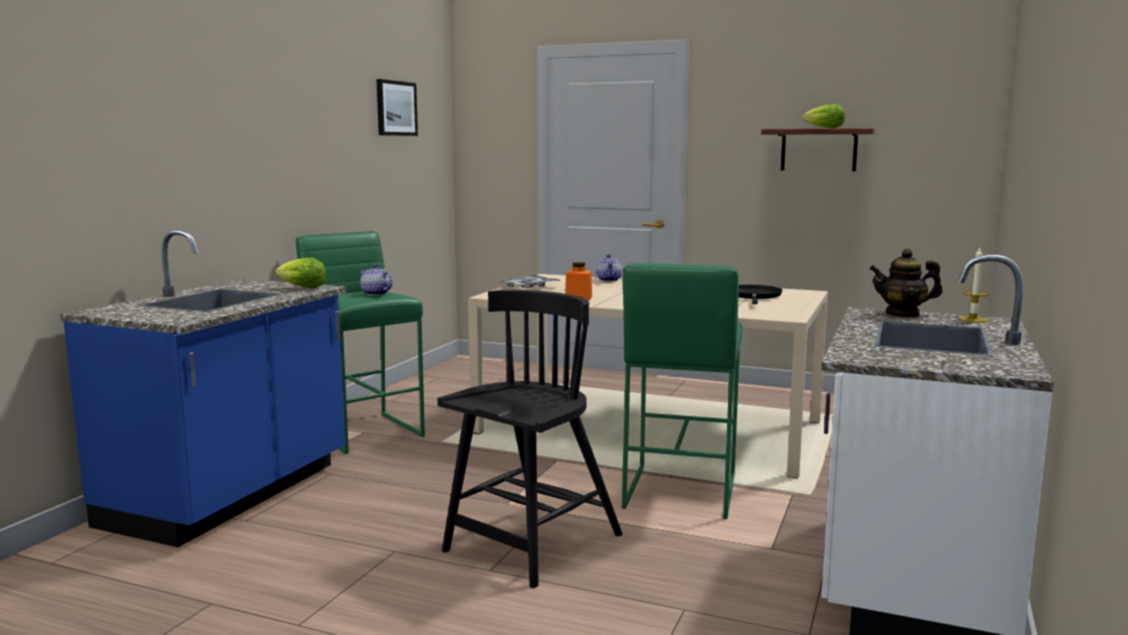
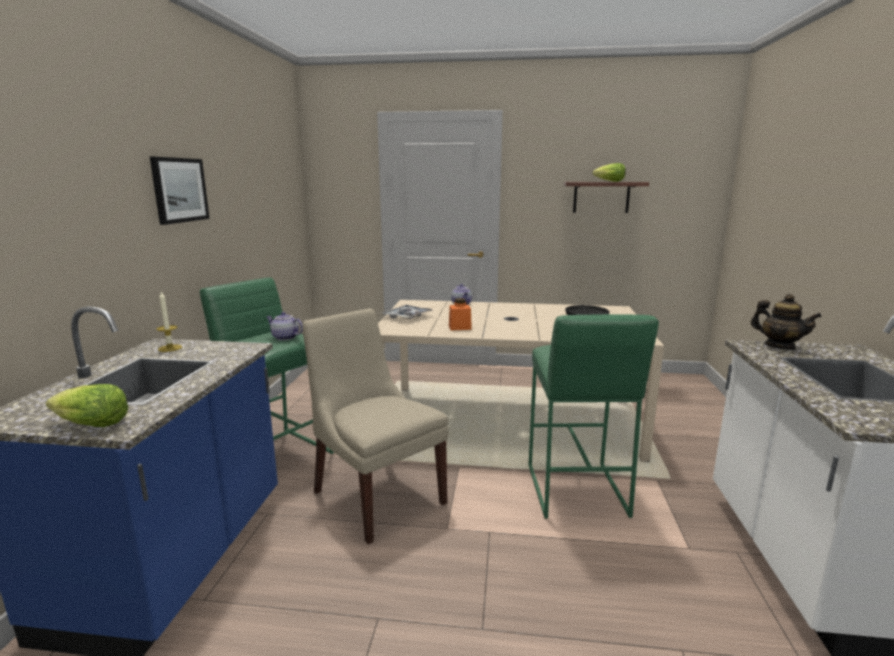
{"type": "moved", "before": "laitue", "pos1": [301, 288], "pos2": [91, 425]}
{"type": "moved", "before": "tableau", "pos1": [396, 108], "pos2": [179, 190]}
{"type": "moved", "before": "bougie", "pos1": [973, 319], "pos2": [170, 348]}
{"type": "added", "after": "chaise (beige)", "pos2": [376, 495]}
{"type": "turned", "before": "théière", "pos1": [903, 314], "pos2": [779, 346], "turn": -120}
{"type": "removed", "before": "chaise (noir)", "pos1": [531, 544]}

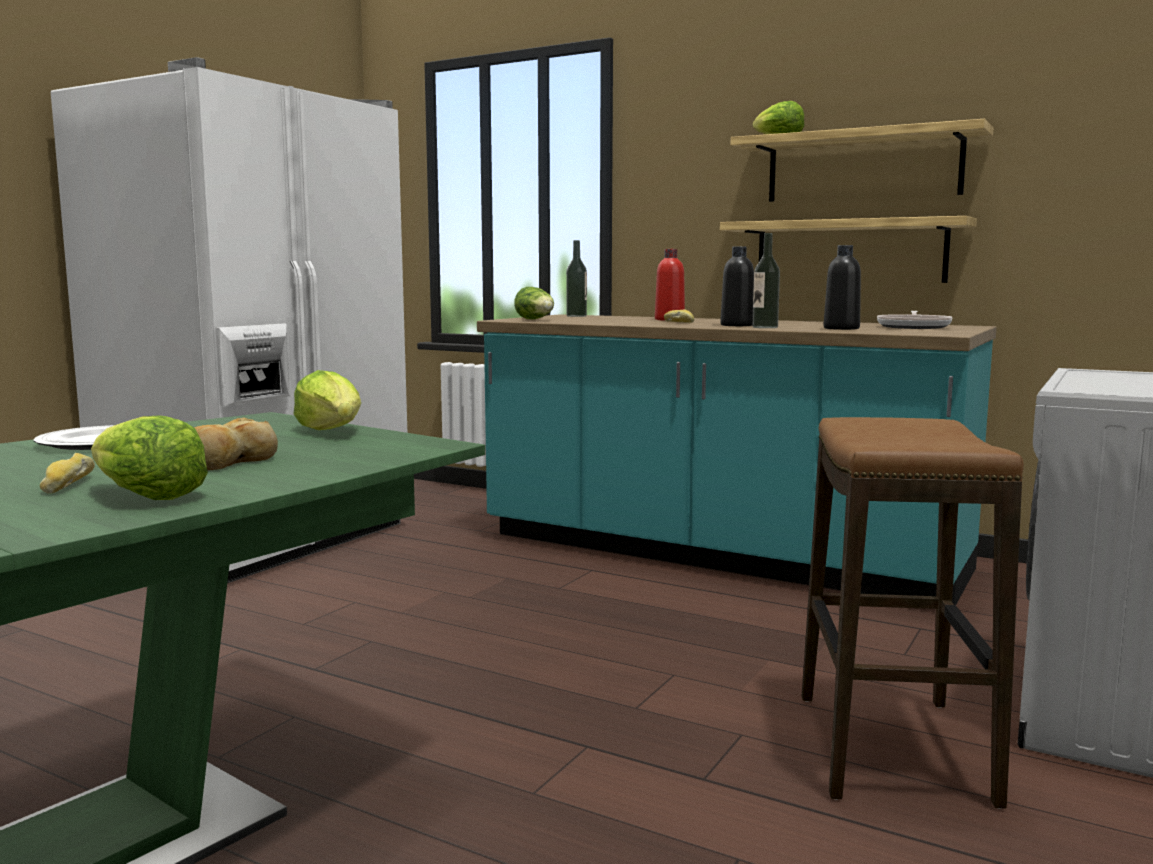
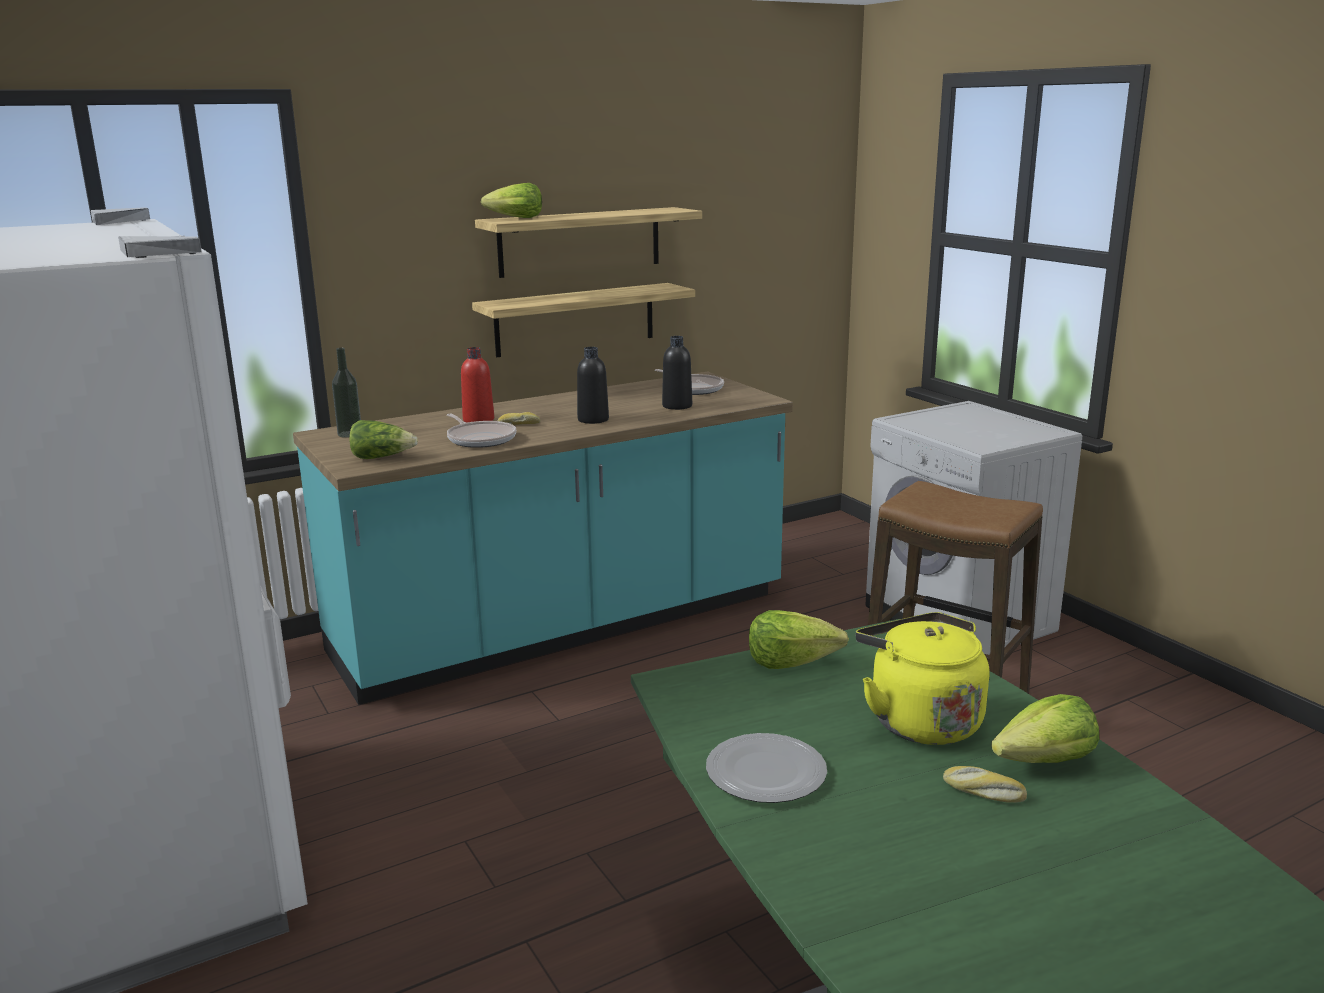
{"type": "added", "after": "poêle", "pos2": [480, 439]}
{"type": "replaced", "before": "pain", "after": "bouilloire (jaune)", "pos1": [227, 462], "pos2": [919, 720]}
{"type": "removed", "before": "bouteille", "pos1": [765, 327]}

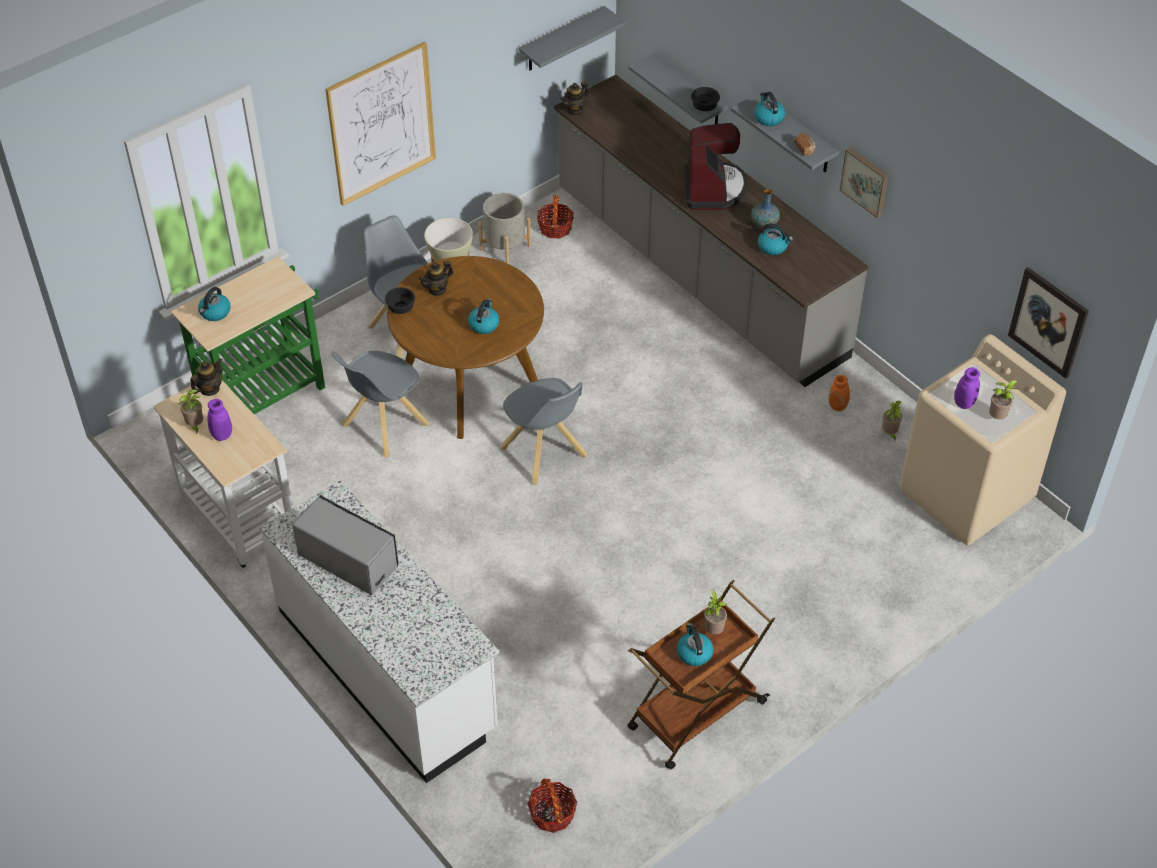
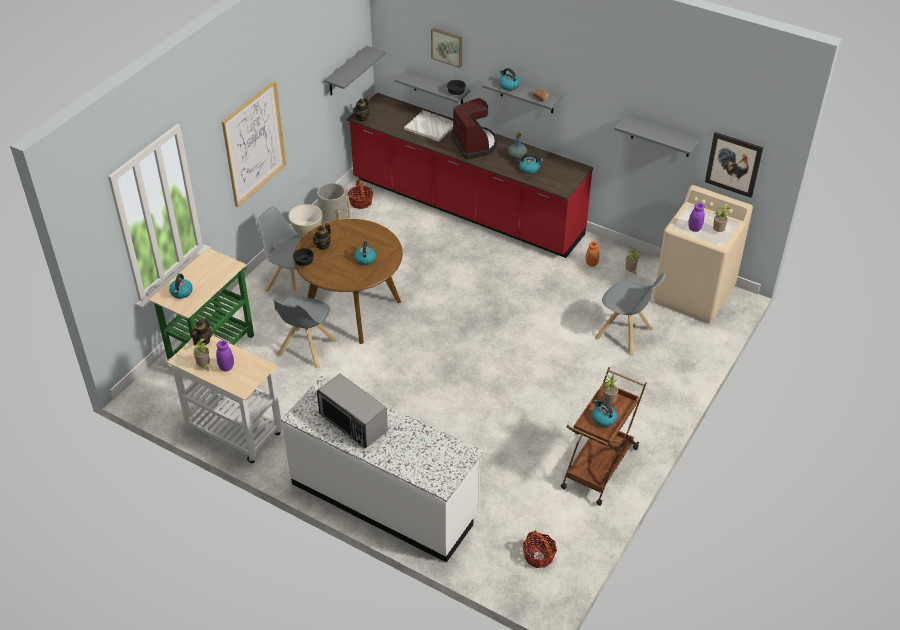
{"type": "turned", "before": "micro-ondes", "pos1": [348, 560], "pos2": [353, 423], "turn": -150}
{"type": "recoloured", "before": "comptoir de cuisine (gris)", "after": "comptoir de cuisine (rouge)", "pos1": [697, 274], "pos2": [466, 208]}
{"type": "added", "after": "plateau (blanc)", "pos2": [431, 127]}
{"type": "moved", "before": "tableau", "pos1": [866, 181], "pos2": [447, 46]}
{"type": "moved", "before": "chaise (gris)", "pos1": [544, 453], "pos2": [625, 334]}
{"type": "added", "after": "étagère (gris)", "pos2": [661, 137]}

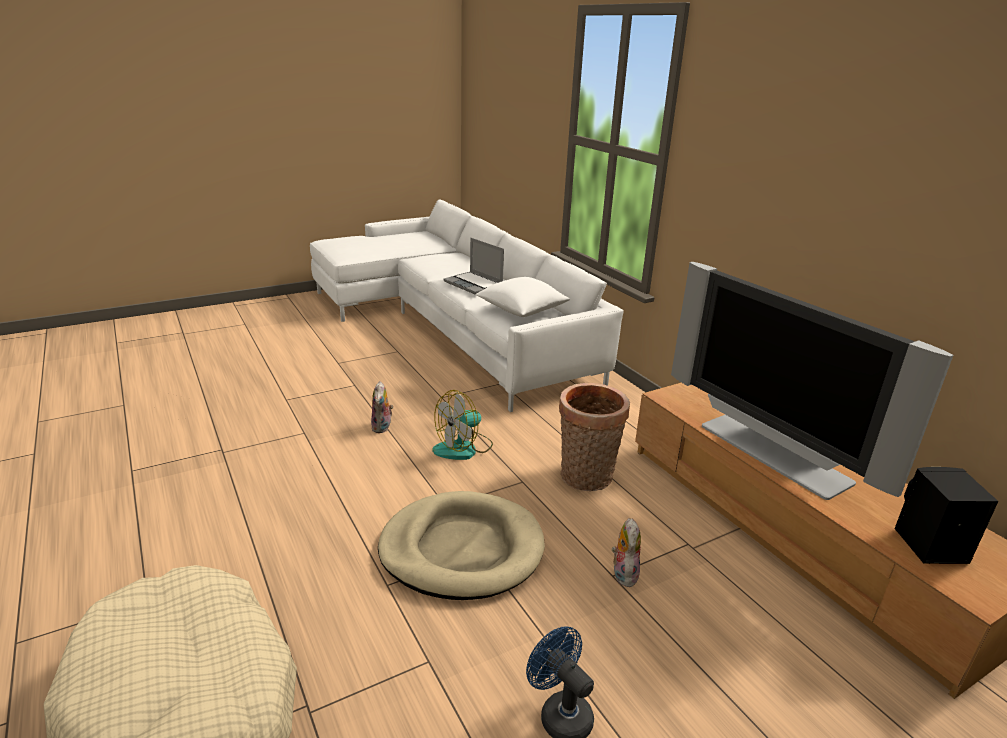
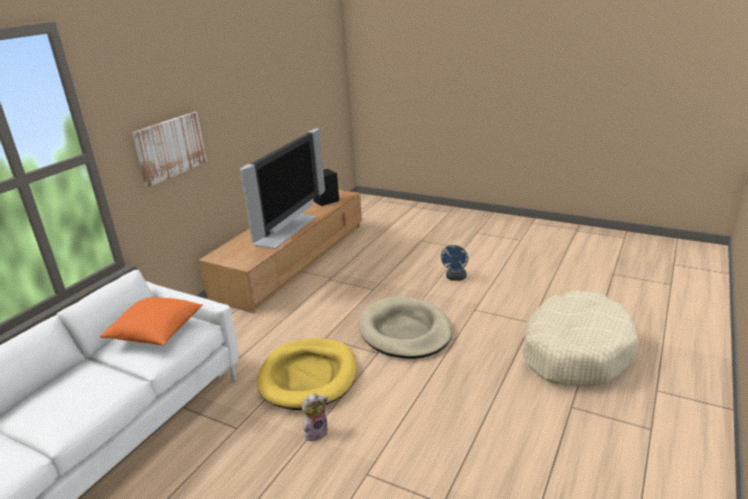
{"type": "recoloured", "before": "coussin (blanc)", "after": "coussin (orange)", "pos1": [521, 310], "pos2": [157, 333]}
{"type": "added", "after": "tableau", "pos2": [170, 147]}
{"type": "replaced", "before": "ventilateur", "after": "panier pour chien (jaune)", "pos1": [463, 448], "pos2": [308, 376]}
{"type": "removed", "before": "ordinateur portable", "pos1": [474, 284]}
{"type": "removed", "before": "panier", "pos1": [586, 479]}
{"type": "removed", "before": "peluche", "pos1": [623, 573]}

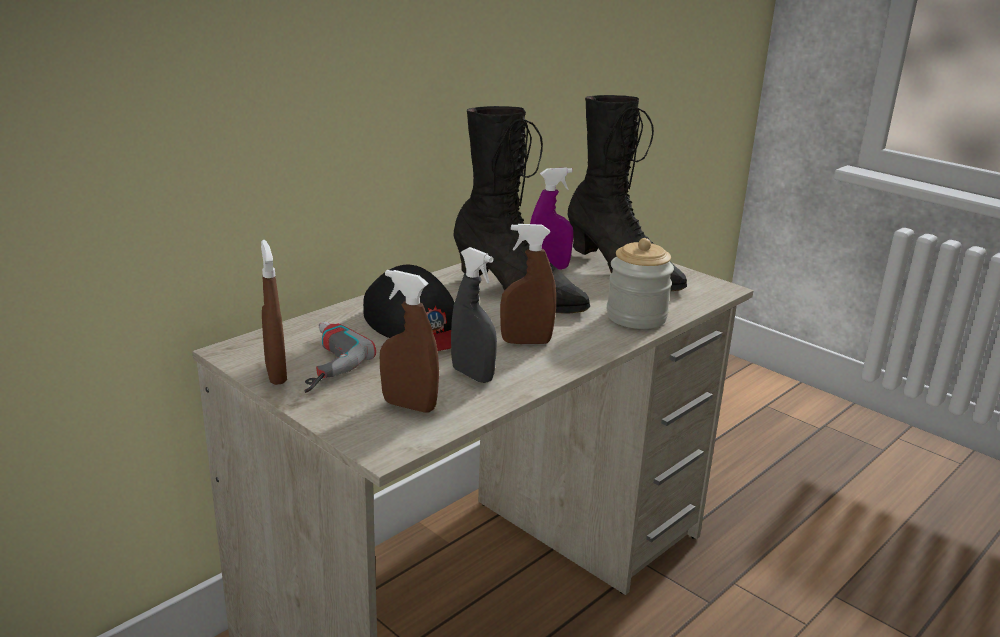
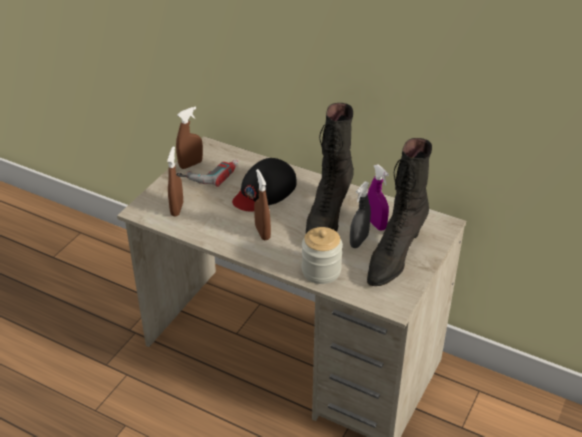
{"type": "moved", "before": "vaporisateur (gris)", "pos1": [472, 375], "pos2": [359, 241]}

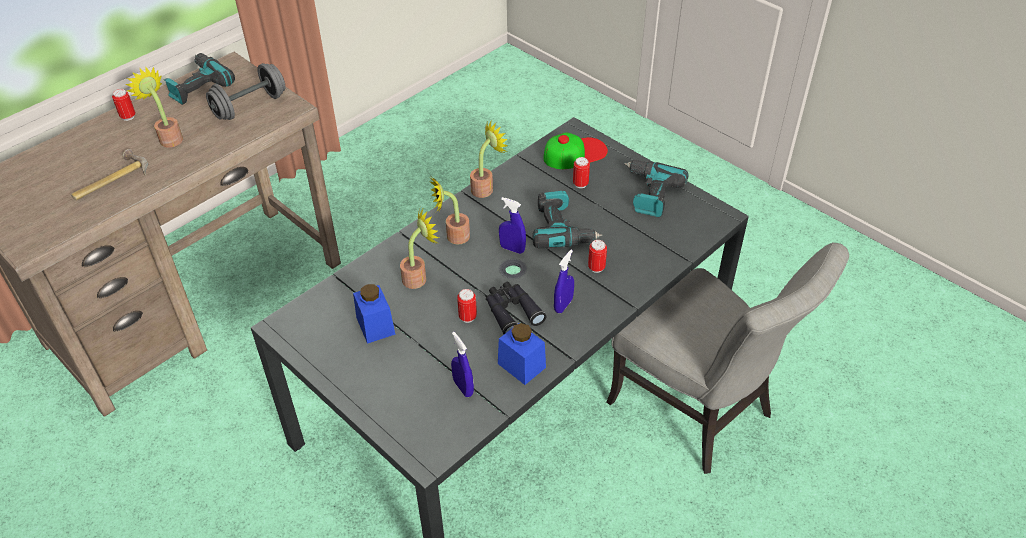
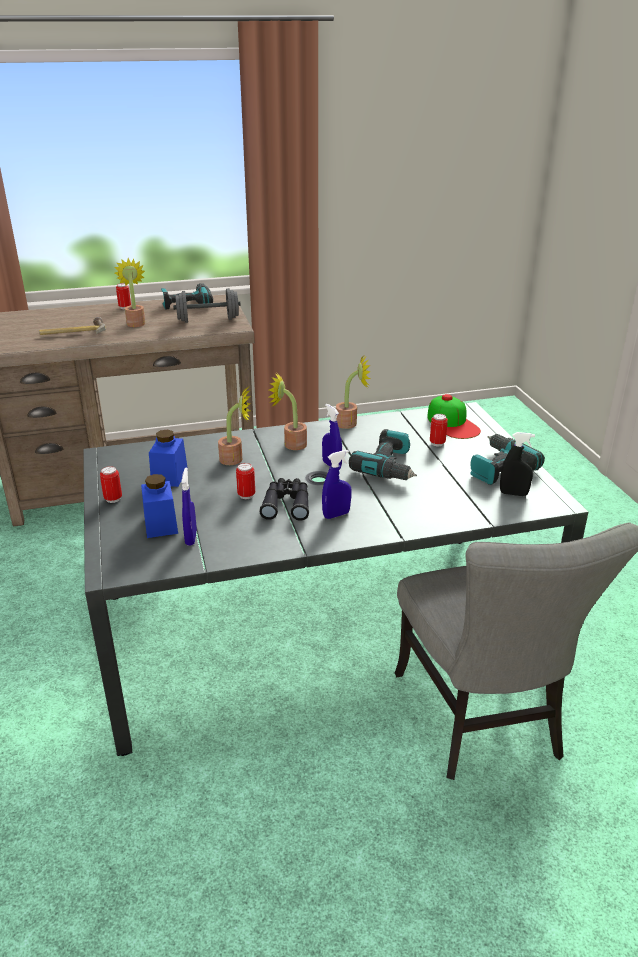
{"type": "moved", "before": "boîte métallique", "pos1": [596, 267], "pos2": [113, 499]}
{"type": "moved", "before": "bocal (bleu)", "pos1": [521, 365], "pos2": [161, 525]}
{"type": "turned", "before": "casquette", "pos1": [575, 153], "pos2": [452, 423], "turn": 60}
{"type": "added", "after": "vaporisateur (noir)", "pos2": [513, 493]}

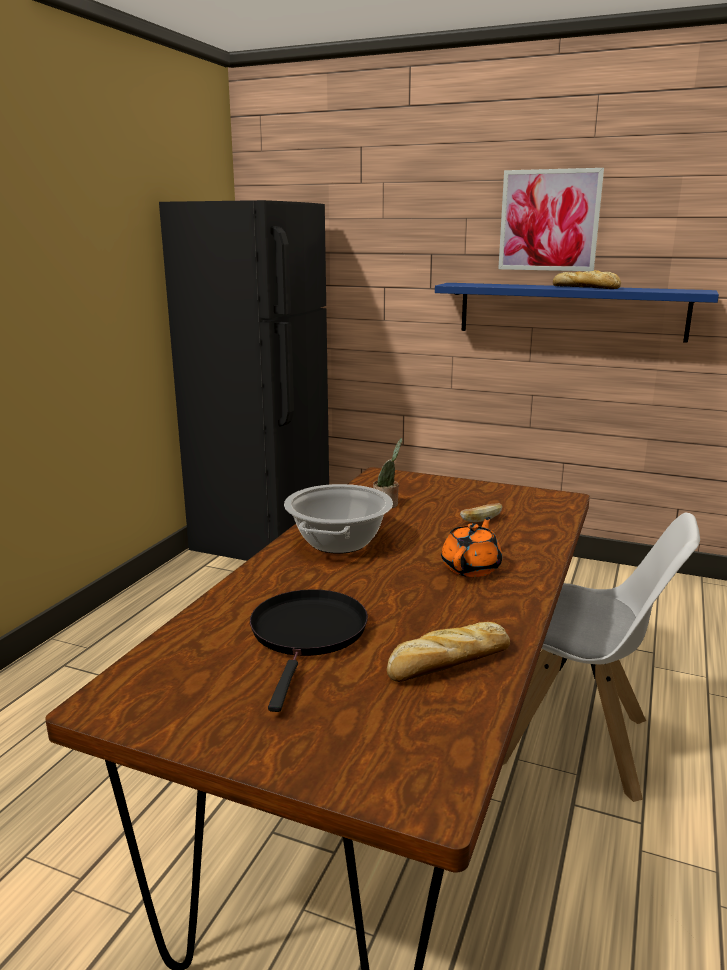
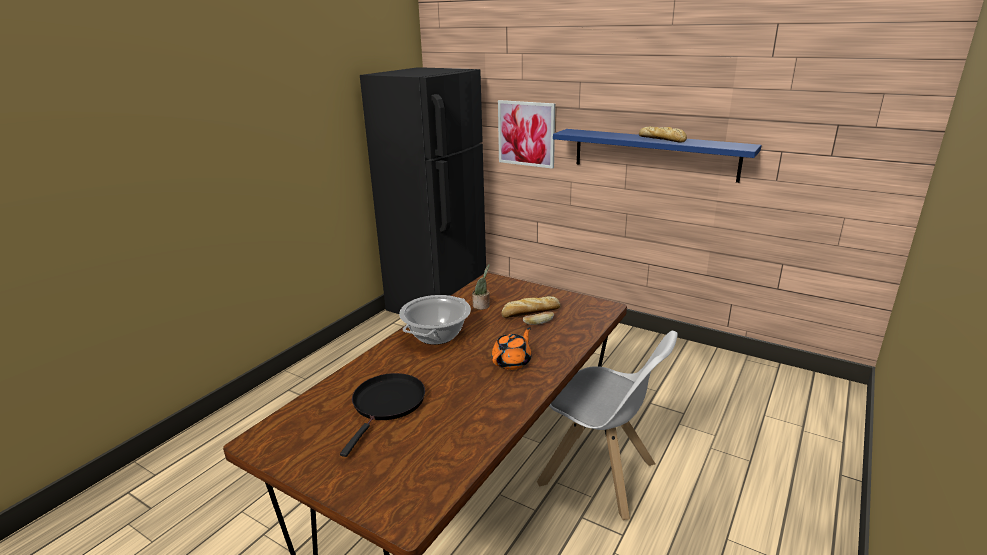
{"type": "moved", "before": "tableau", "pos1": [549, 220], "pos2": [526, 133]}
{"type": "moved", "before": "pain", "pos1": [447, 663], "pos2": [530, 312]}

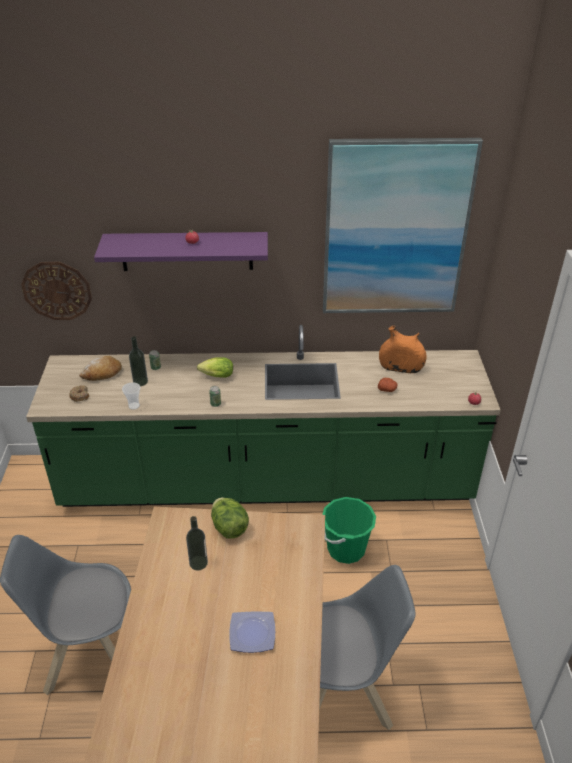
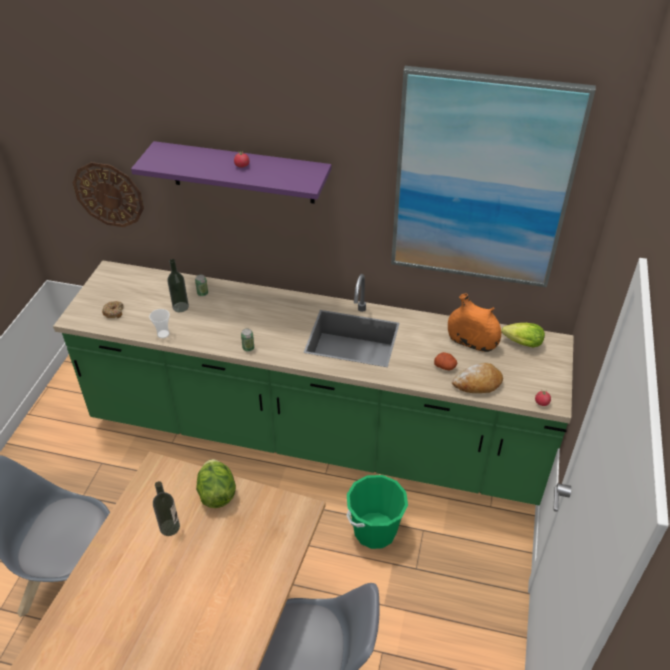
{"type": "moved", "before": "pain", "pos1": [102, 373], "pos2": [477, 383]}
{"type": "moved", "before": "laitue", "pos1": [215, 376], "pos2": [520, 343]}
{"type": "removed", "before": "assiette", "pos1": [251, 634]}

